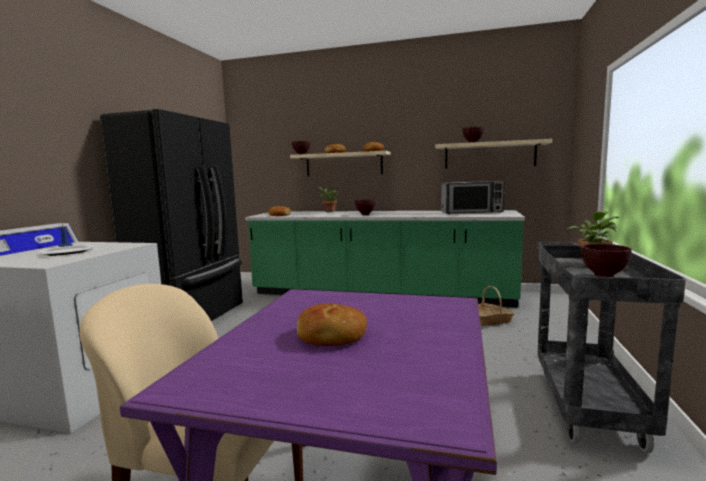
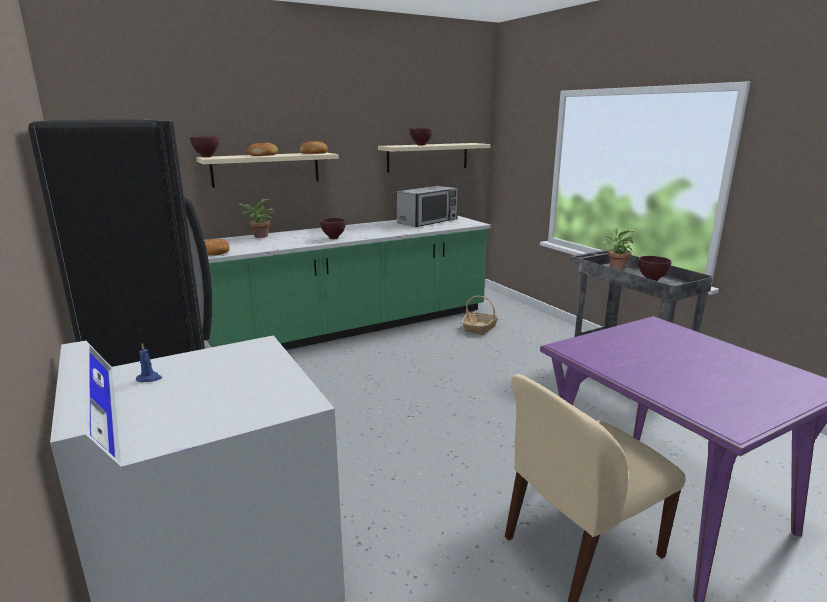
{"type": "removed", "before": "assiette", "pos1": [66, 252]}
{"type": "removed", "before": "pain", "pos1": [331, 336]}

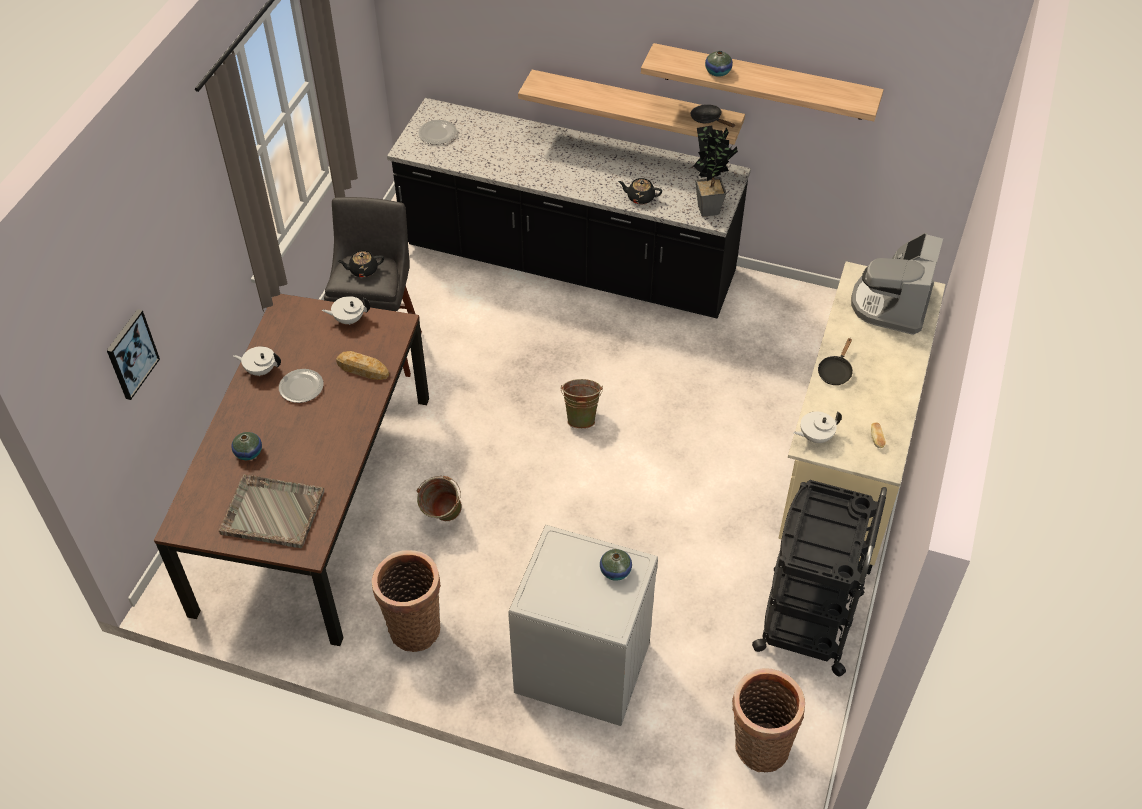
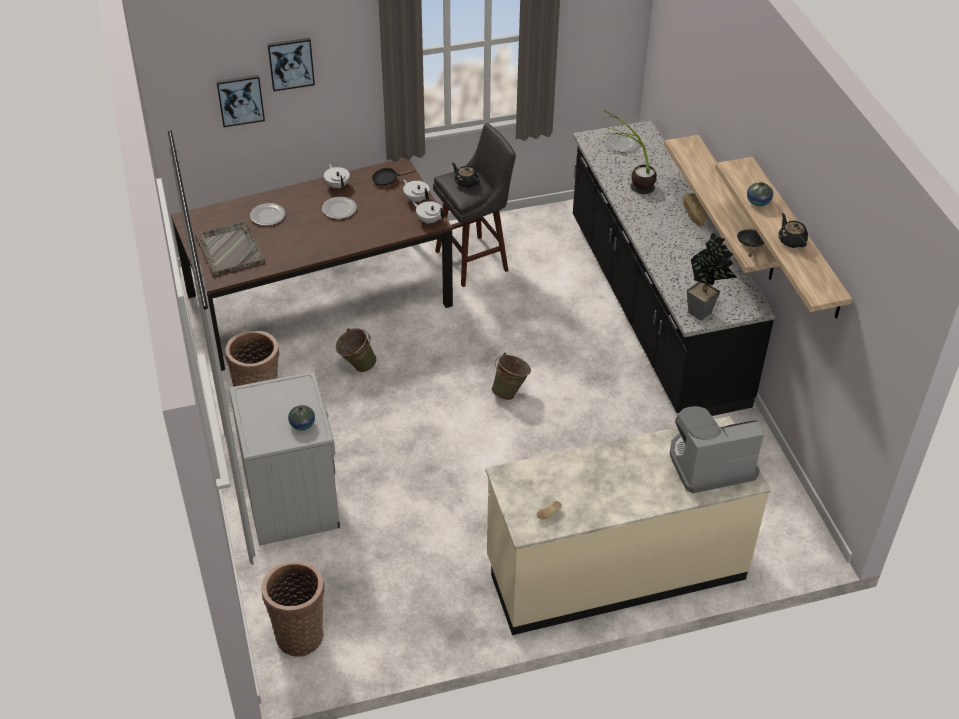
{"type": "replaced", "before": "vase", "after": "assiette", "pos1": [248, 453], "pos2": [267, 215]}
{"type": "added", "after": "tableau", "pos2": [291, 63]}
{"type": "moved", "before": "poêle (noir)", "pos1": [835, 371], "pos2": [388, 180]}
{"type": "moved", "before": "théière (blanc)", "pos1": [815, 436], "pos2": [429, 220]}
{"type": "added", "after": "plante en pot", "pos2": [628, 184]}
{"type": "moved", "before": "pain", "pos1": [362, 369], "pos2": [693, 211]}
{"type": "moved", "before": "théière (noir)", "pos1": [640, 197], "pos2": [791, 240]}
{"type": "removed", "before": "chariot (noir)", "pos1": [807, 620]}

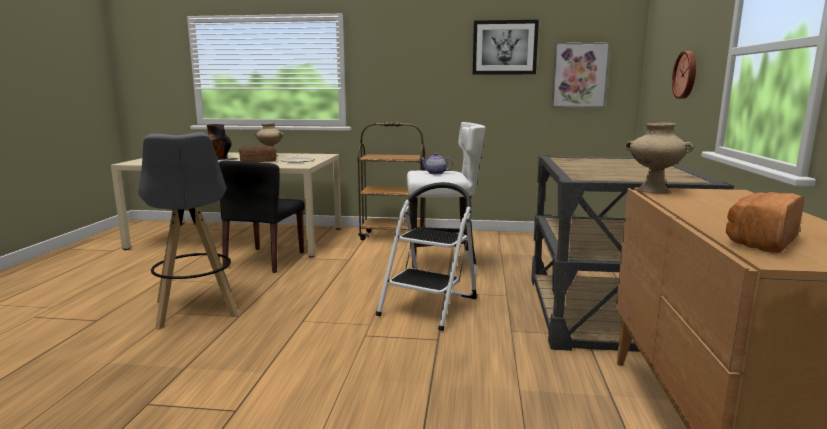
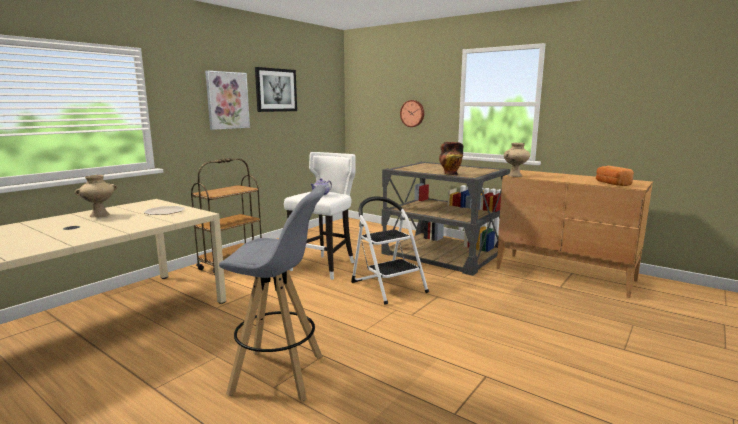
{"type": "moved", "before": "tableau", "pos1": [579, 75], "pos2": [227, 100]}
{"type": "moved", "before": "vase", "pos1": [218, 158], "pos2": [450, 174]}
{"type": "removed", "before": "chaise (noir)", "pos1": [265, 260]}
{"type": "removed", "before": "pain", "pos1": [257, 161]}

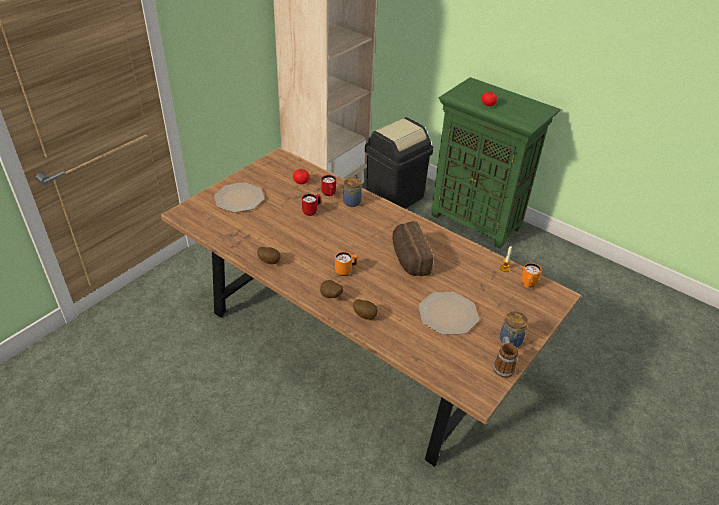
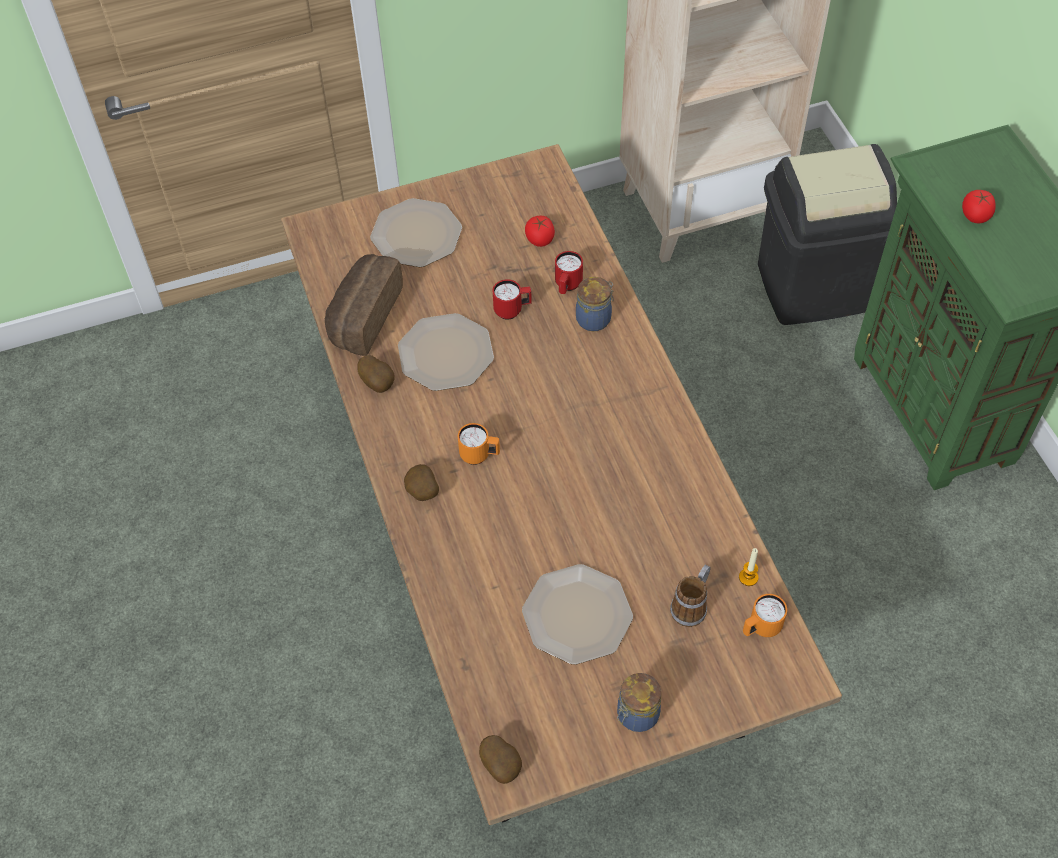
{"type": "moved", "before": "pain", "pos1": [408, 259], "pos2": [362, 316]}
{"type": "added", "after": "assiette", "pos2": [446, 354]}
{"type": "moved", "before": "pomme de terre", "pos1": [365, 315], "pos2": [502, 766]}
{"type": "moved", "before": "mug", "pos1": [502, 365], "pos2": [692, 605]}

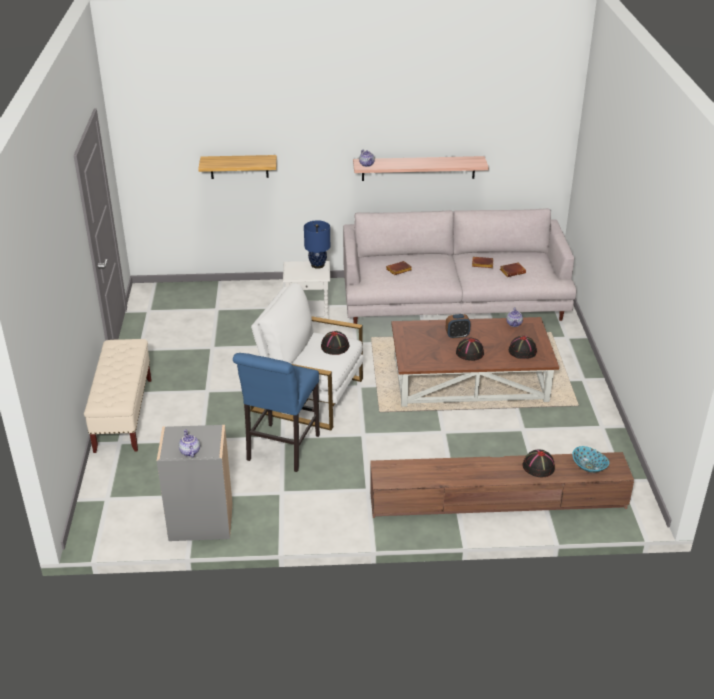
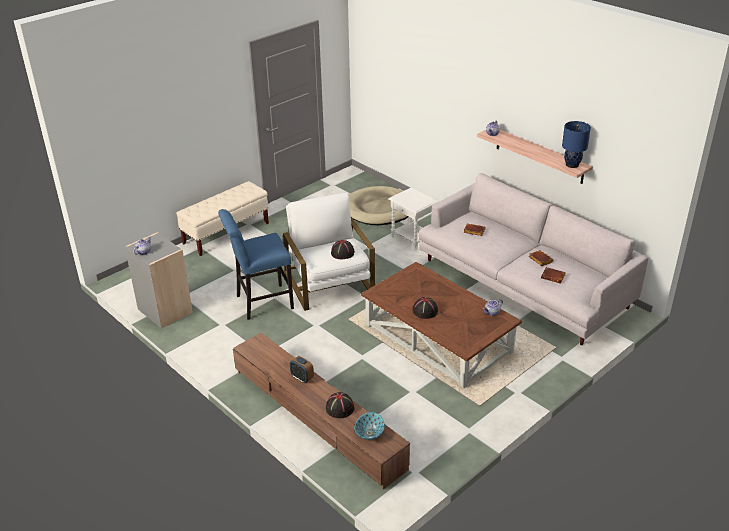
{"type": "moved", "before": "réveil", "pos1": [457, 335], "pos2": [302, 378]}
{"type": "added", "after": "panier pour chien (beige)", "pos2": [379, 209]}
{"type": "moved", "before": "lampe de table (bleu)", "pos1": [317, 265], "pos2": [572, 165]}
{"type": "removed", "before": "étagère", "pos1": [239, 166]}
{"type": "removed", "before": "chapeau (noir)", "pos1": [522, 351]}

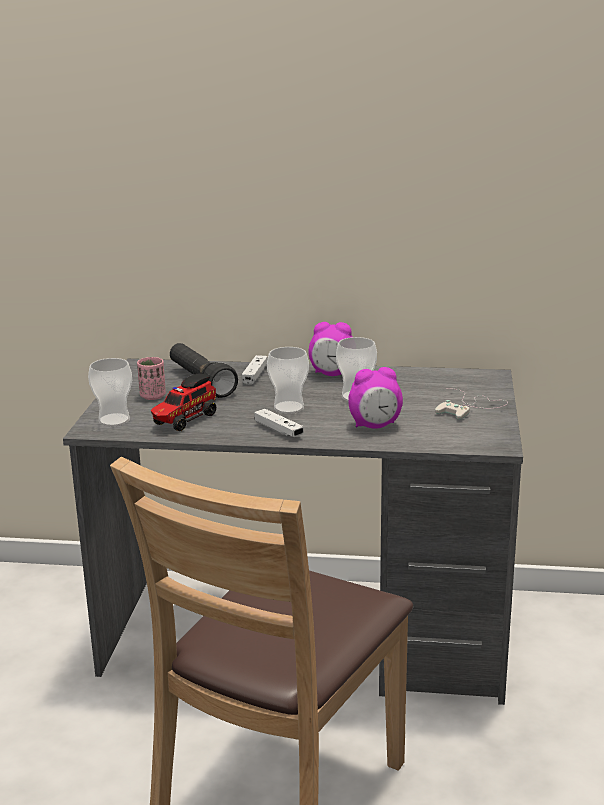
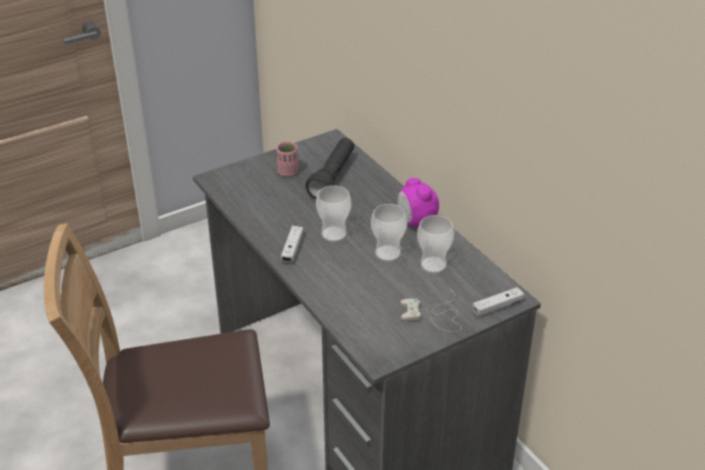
{"type": "moved", "before": "tasse", "pos1": [114, 420], "pos2": [433, 265]}
{"type": "moved", "before": "manette (blanc)", "pos1": [255, 375], "pos2": [497, 306]}
{"type": "removed", "before": "camion jouet", "pos1": [184, 420]}
{"type": "removed", "before": "réveil", "pos1": [375, 426]}

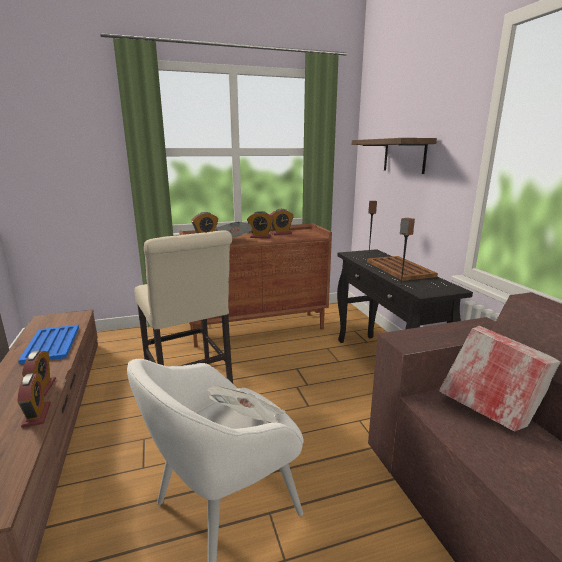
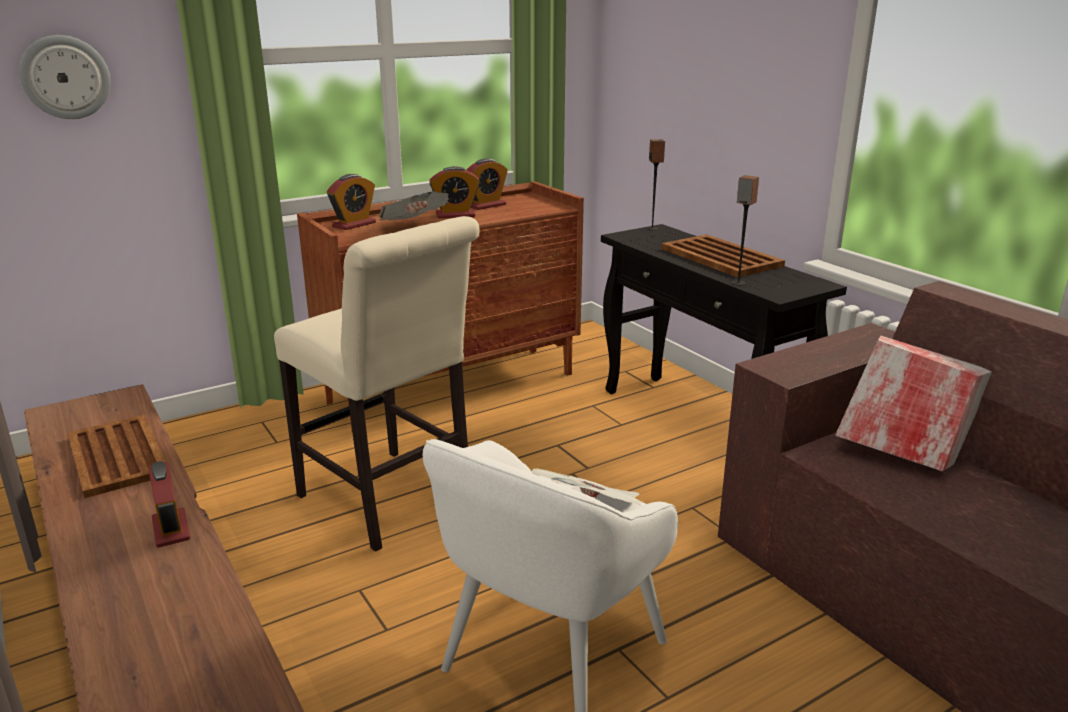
{"type": "added", "after": "horloge murale", "pos2": [65, 77]}
{"type": "recoloured", "before": "plateau (bleu)", "after": "plateau (marron)", "pos1": [52, 344], "pos2": [117, 455]}
{"type": "removed", "before": "réveil", "pos1": [36, 415]}
{"type": "removed", "before": "étagère", "pos1": [404, 155]}

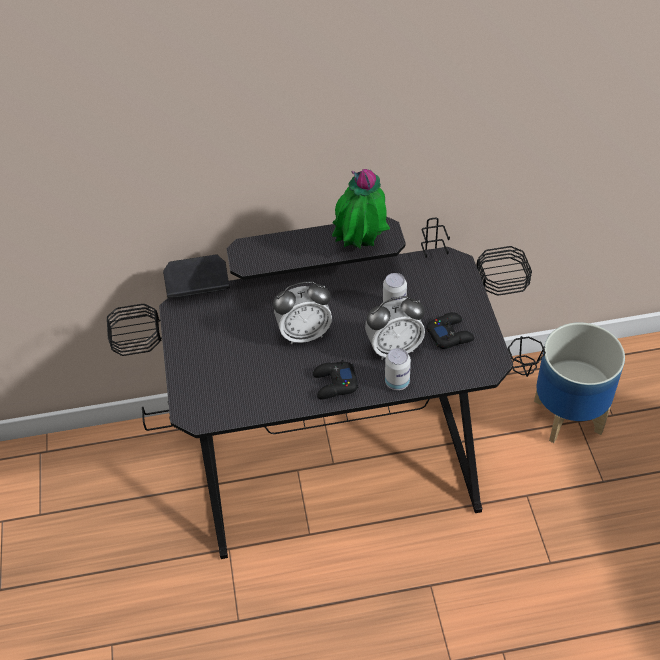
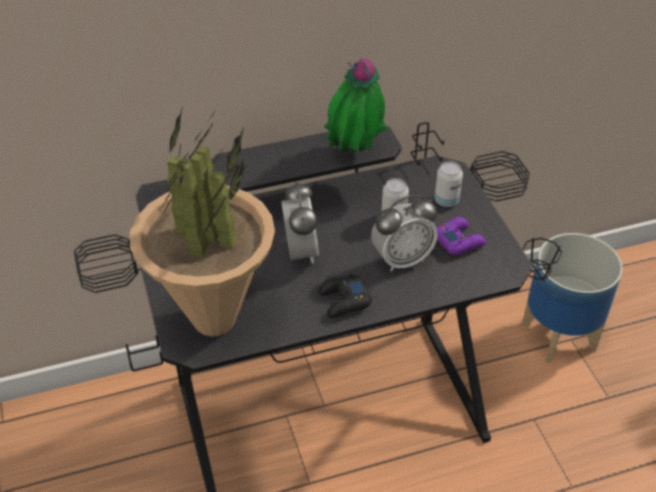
{"type": "added", "after": "plante en pot", "pos2": [214, 319]}
{"type": "turned", "before": "réveil", "pos1": [304, 334], "pos2": [300, 251], "turn": -75}
{"type": "moved", "before": "boîte métallique", "pos1": [397, 382], "pos2": [446, 200]}
{"type": "recoloured", "before": "manette (noir)", "after": "manette (violet)", "pos1": [450, 334], "pos2": [459, 240]}

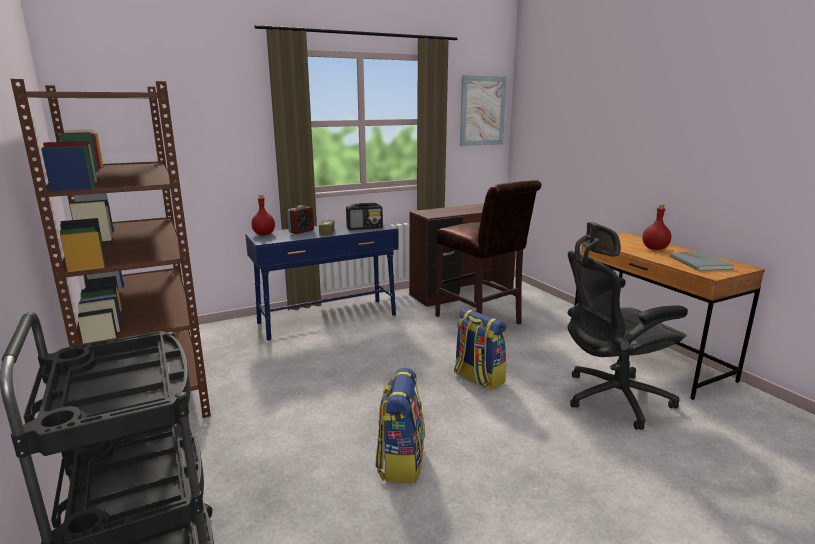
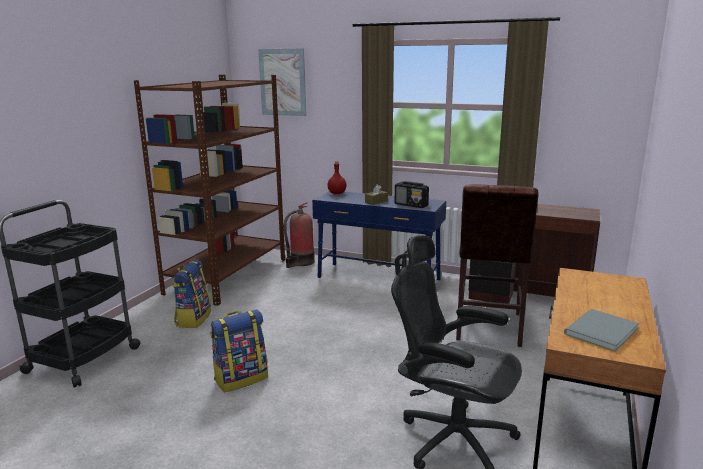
{"type": "moved", "before": "sac à dos", "pos1": [477, 379], "pos2": [193, 319]}
{"type": "moved", "before": "tableau", "pos1": [482, 111], "pos2": [282, 82]}
{"type": "added", "after": "extincteur", "pos2": [301, 262]}
{"type": "removed", "before": "réveil", "pos1": [301, 231]}
{"type": "removed", "before": "bouteille (rouge)", "pos1": [655, 249]}

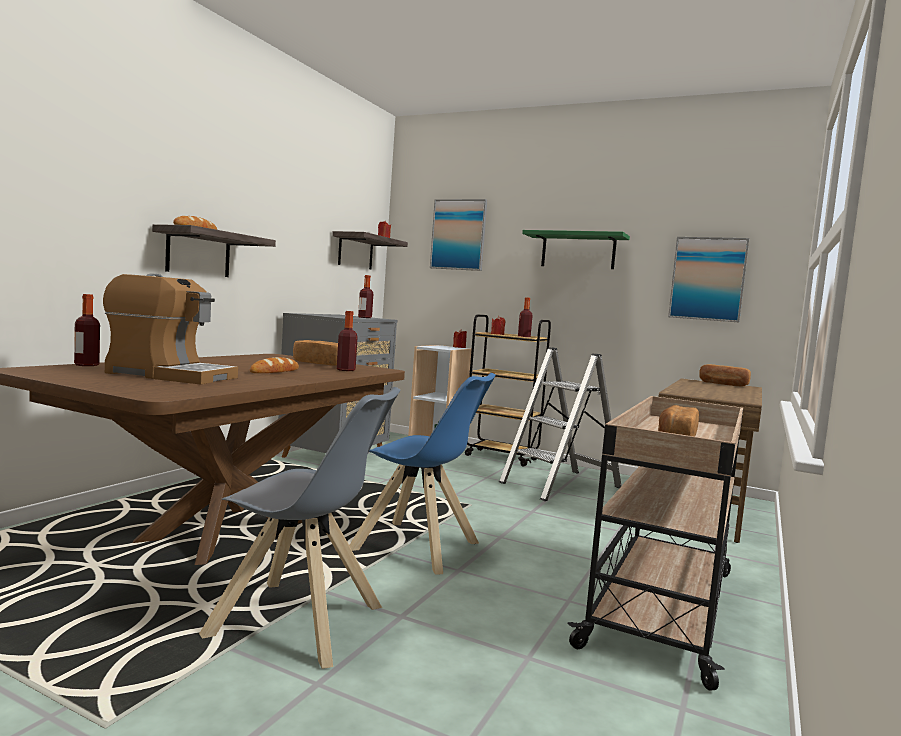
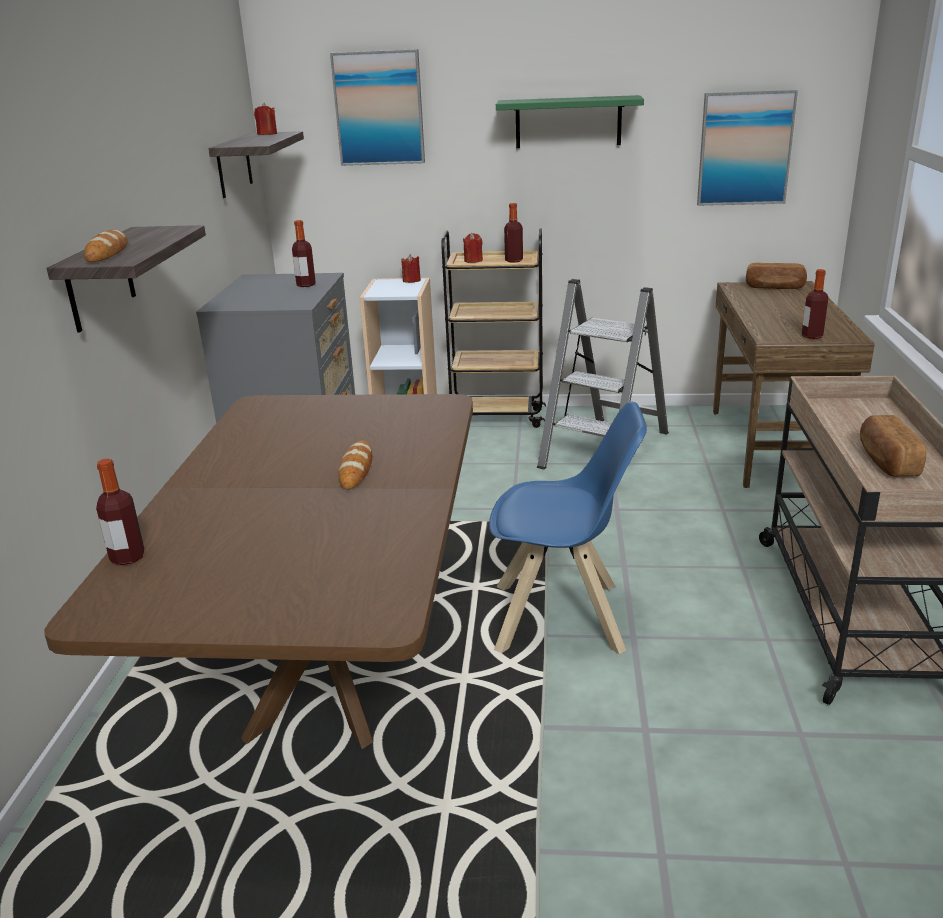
{"type": "moved", "before": "bouteille", "pos1": [346, 370], "pos2": [812, 336]}
{"type": "removed", "before": "machine à café", "pos1": [170, 375]}
{"type": "removed", "before": "chaise (gris)", "pos1": [301, 623]}
{"type": "removed", "before": "pain", "pos1": [321, 363]}

